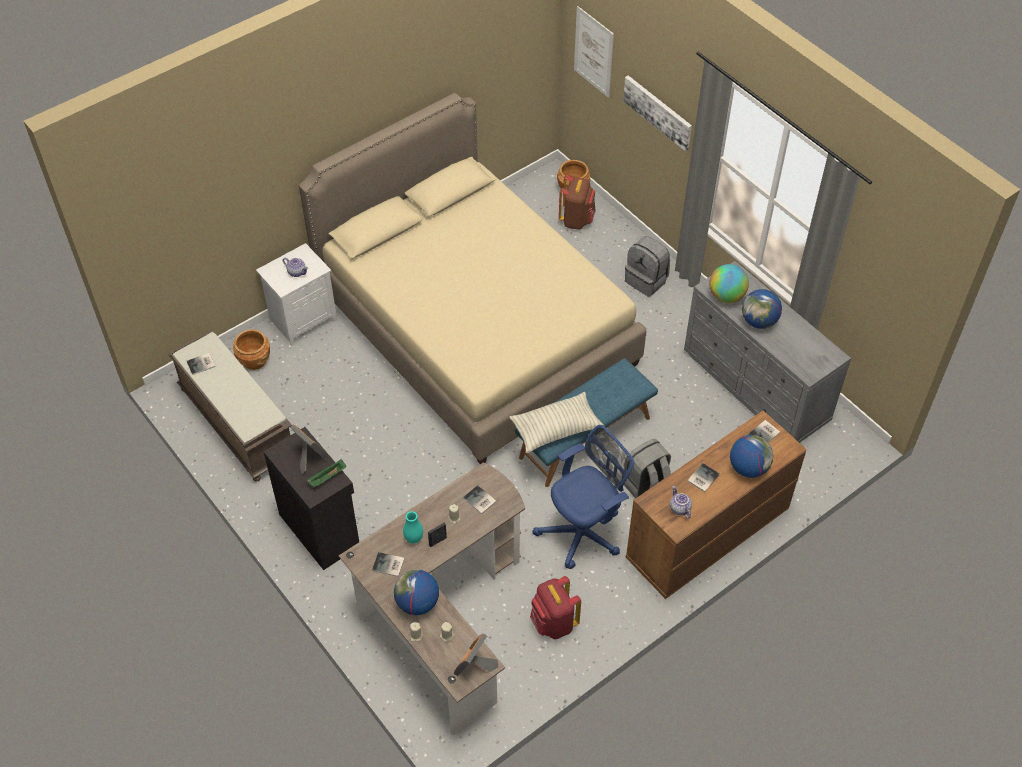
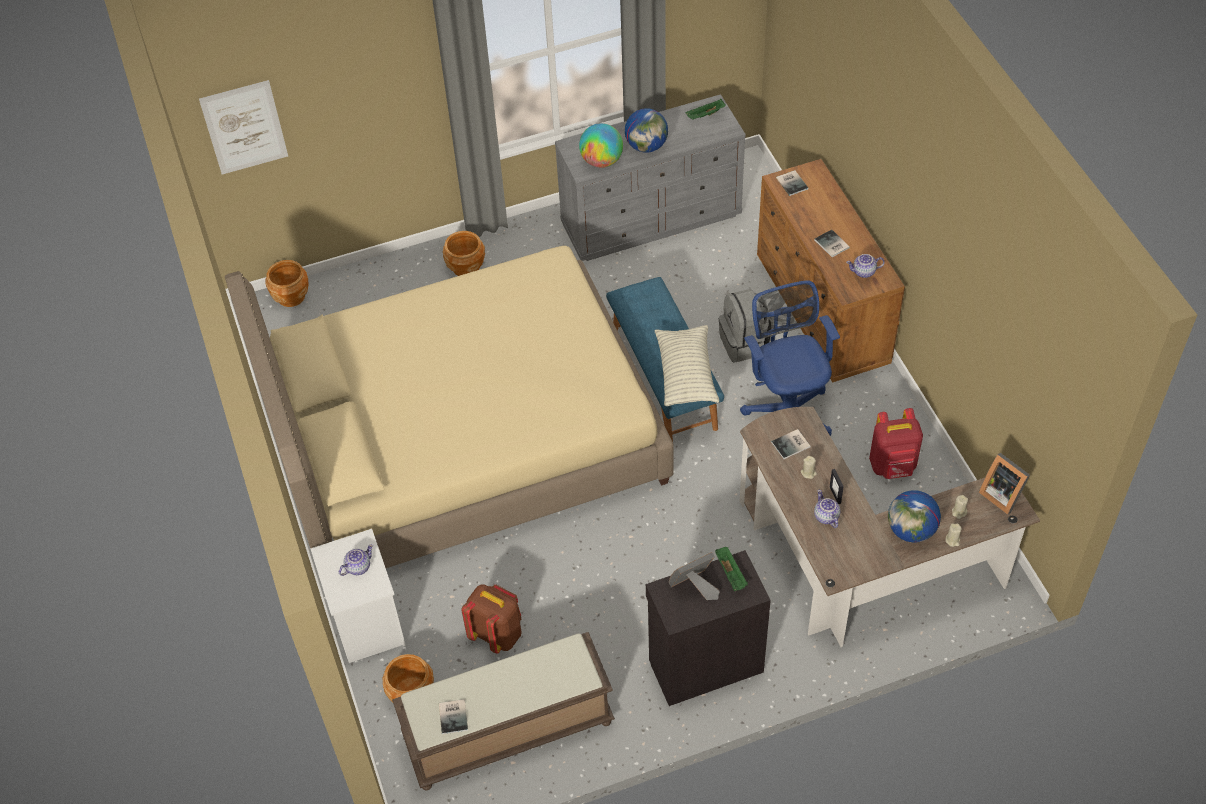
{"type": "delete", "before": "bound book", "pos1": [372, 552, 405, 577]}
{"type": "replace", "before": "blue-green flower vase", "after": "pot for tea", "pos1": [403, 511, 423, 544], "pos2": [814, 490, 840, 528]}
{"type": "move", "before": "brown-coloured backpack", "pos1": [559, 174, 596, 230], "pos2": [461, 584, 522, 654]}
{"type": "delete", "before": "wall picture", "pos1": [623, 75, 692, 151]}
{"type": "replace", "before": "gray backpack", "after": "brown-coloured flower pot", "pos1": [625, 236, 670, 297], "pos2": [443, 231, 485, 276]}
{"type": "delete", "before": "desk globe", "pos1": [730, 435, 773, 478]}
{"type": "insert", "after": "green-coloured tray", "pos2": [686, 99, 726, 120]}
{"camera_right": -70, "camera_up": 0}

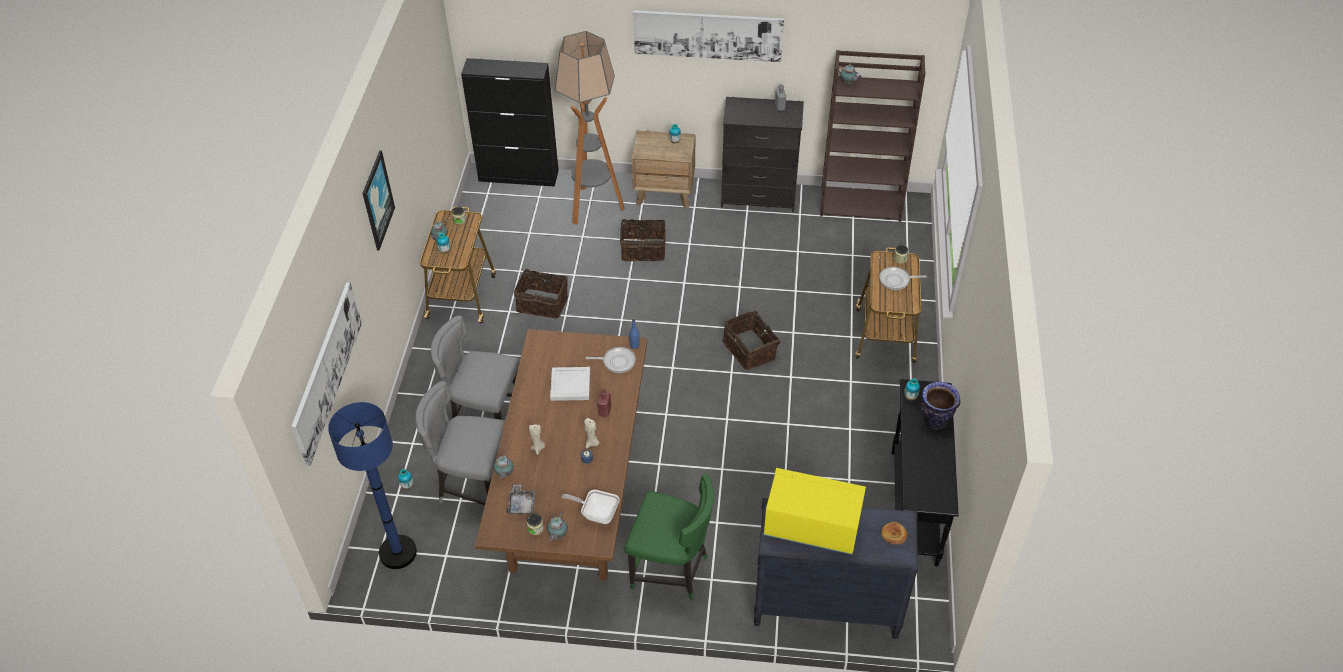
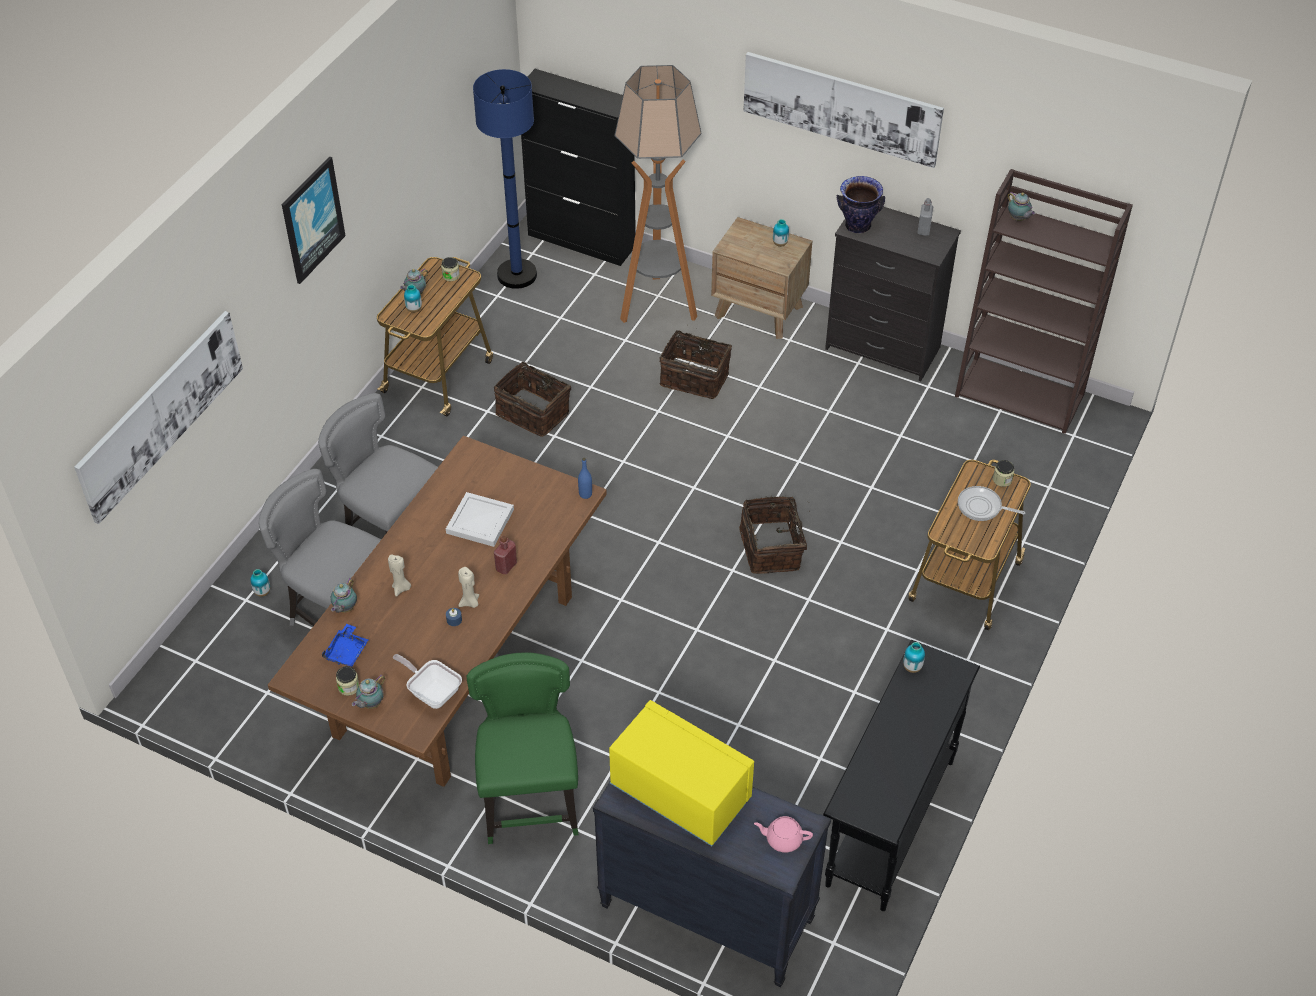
{"type": "move", "before": "blue standard lamp", "pos1": [328, 402, 417, 569], "pos2": [473, 69, 537, 289]}
{"type": "recolor", "before": "gray tray", "after": "blue tray", "pos1": [507, 484, 535, 515], "pos2": [322, 624, 369, 667]}
{"type": "delete", "before": "pan", "pos1": [586, 347, 636, 373]}
{"type": "rotate", "before": "green-coloured plain chair", "pos1": [624, 473, 714, 600], "pos2": [467, 652, 578, 844], "turn": -135}
{"type": "replace", "before": "bakery bread", "after": "pink-coloured pot for tea", "pos1": [881, 522, 907, 545], "pos2": [754, 816, 813, 853]}
{"type": "move", "before": "flower vase", "pos1": [919, 382, 960, 429], "pos2": [837, 176, 885, 233]}
{"camera_right": 20, "camera_up": 0}

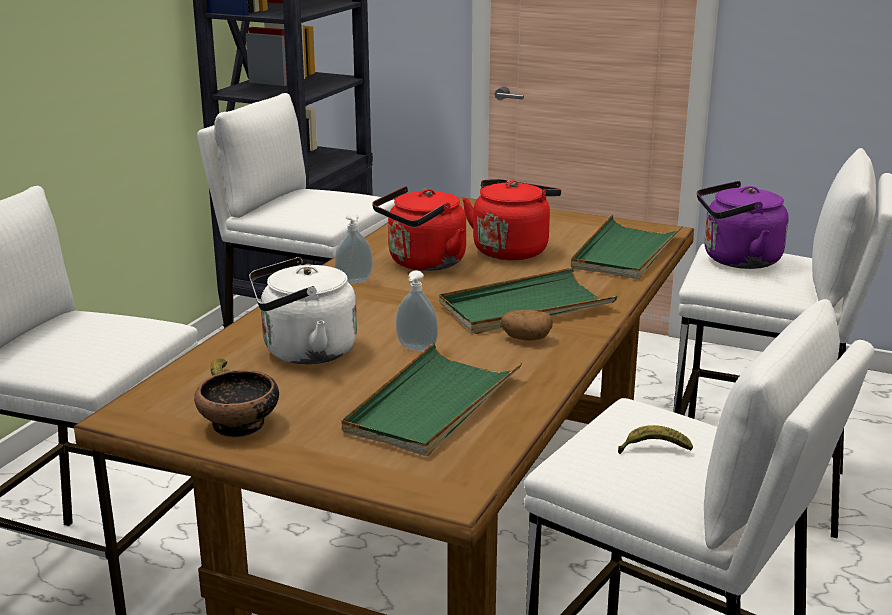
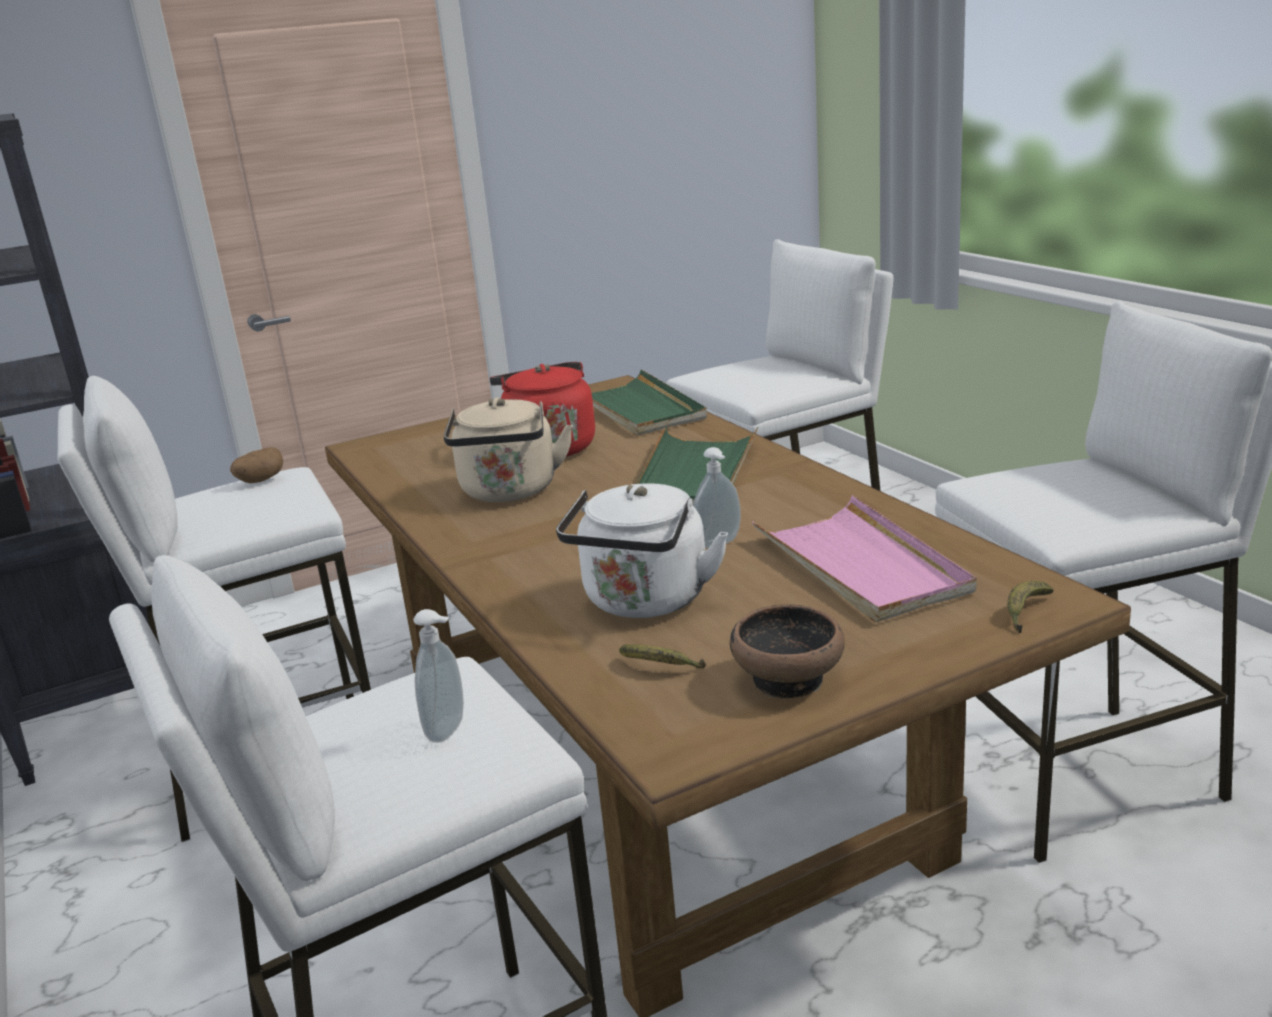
{"type": "move", "before": "soap bottle", "pos1": [334, 213, 373, 284], "pos2": [413, 609, 464, 743]}
{"type": "recolor", "before": "green-coloured tray", "after": "pink-coloured tray", "pos1": [342, 343, 522, 456], "pos2": [752, 496, 977, 622]}
{"type": "recolor", "before": "red-coloured water kettle", "after": "beige water kettle", "pos1": [372, 186, 466, 271], "pos2": [444, 397, 573, 502]}
{"type": "move", "before": "spud", "pos1": [501, 310, 553, 341], "pos2": [230, 447, 283, 483]}
{"type": "move", "before": "whole banana", "pos1": [618, 425, 693, 454], "pos2": [1007, 581, 1054, 634]}
{"type": "delete", "before": "purplish water kettle", "pos1": [697, 181, 789, 269]}
{"camera_right": -50, "camera_up": 0}

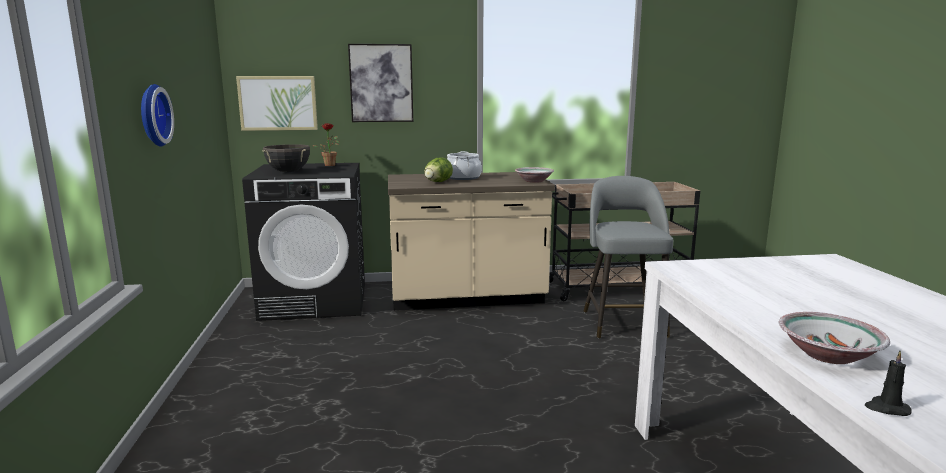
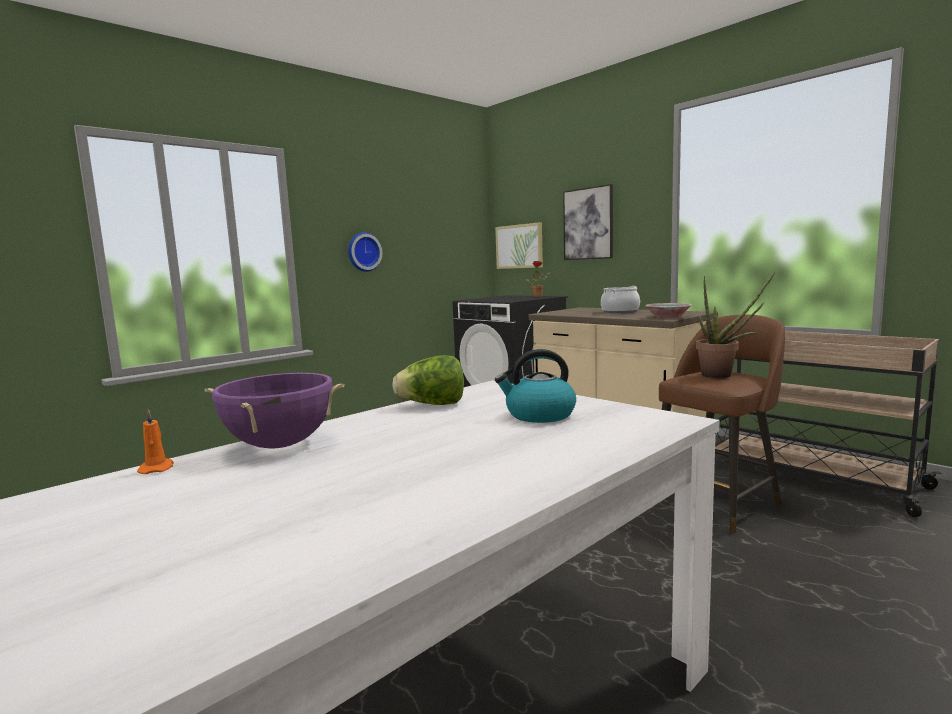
{"type": "delete", "before": "black-coloured cooking pot", "pos1": [263, 144, 310, 172]}
{"type": "move", "before": "lettuce head", "pos1": [424, 158, 453, 182], "pos2": [392, 355, 464, 405]}
{"type": "recolor", "before": "gray sitting stool", "after": "brown-coloured sitting stool", "pos1": [584, 176, 673, 338], "pos2": [659, 314, 785, 534]}
{"type": "replace", "before": "serving bowl", "after": "purplish cooking pot", "pos1": [778, 312, 890, 364], "pos2": [205, 372, 345, 448]}
{"type": "recolor", "before": "black-coloured wax light", "after": "orange wax light", "pos1": [865, 351, 912, 416], "pos2": [137, 409, 174, 474]}
{"type": "insert", "after": "water kettle", "pos2": [495, 349, 576, 423]}
{"type": "insert", "after": "plant in a pot", "pos2": [696, 271, 776, 378]}
{"camera_right": 55, "camera_up": -5}

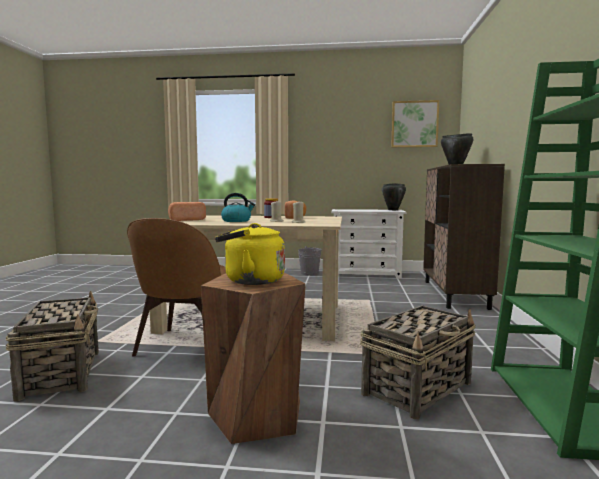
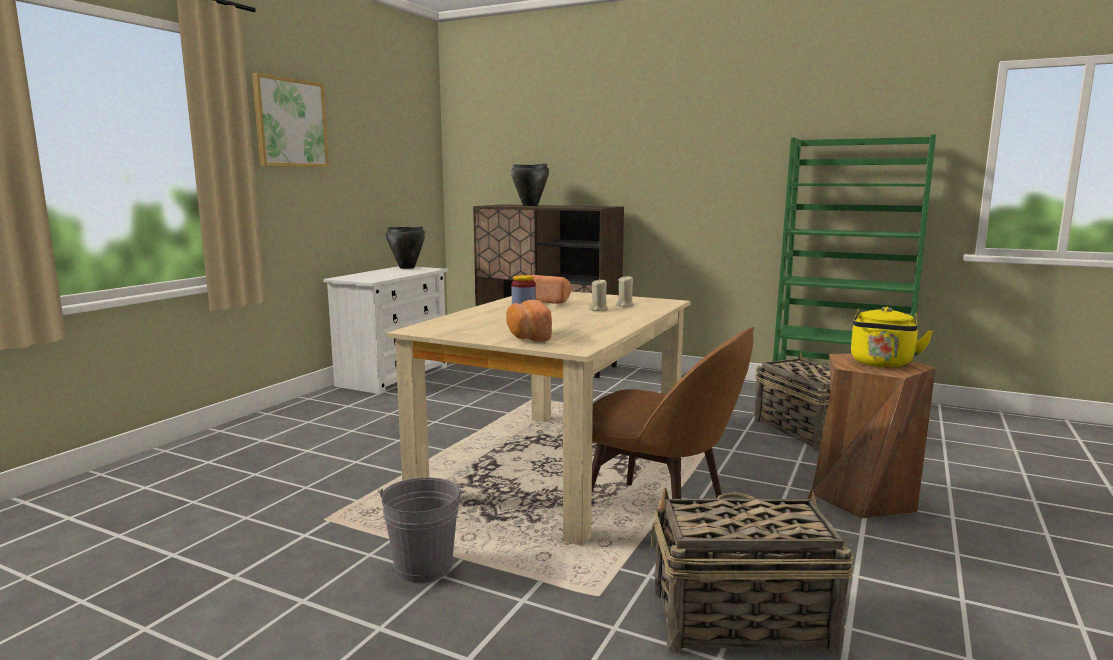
{"type": "delete", "before": "water kettle", "pos1": [221, 193, 255, 222]}
{"type": "move", "before": "gray pail", "pos1": [298, 246, 322, 276], "pos2": [378, 477, 465, 583]}
{"type": "move", "before": "wall picture", "pos1": [391, 100, 439, 147], "pos2": [252, 73, 329, 167]}
{"camera_right": -70, "camera_up": 5}

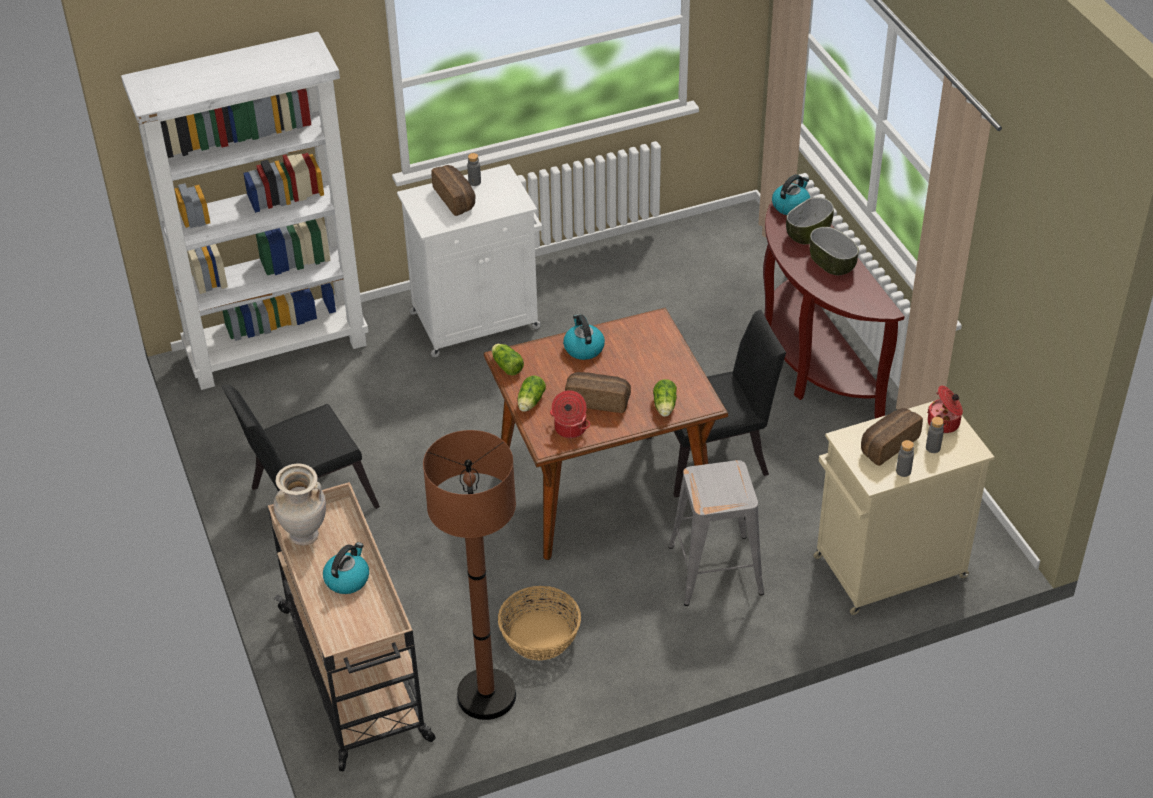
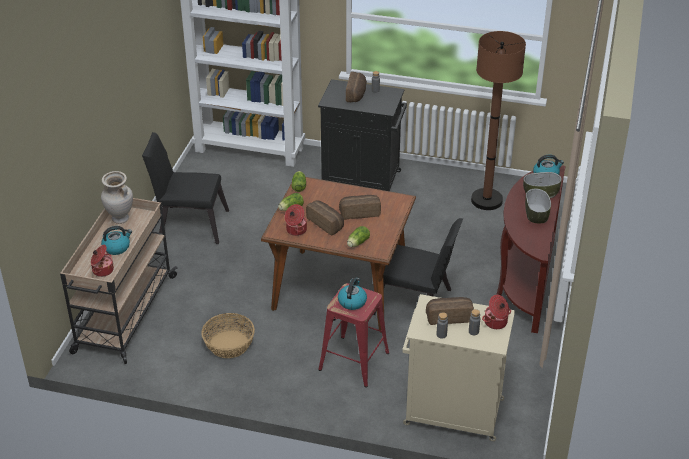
{"type": "recolor", "before": "white cupboard", "after": "black-coloured cupboard", "pos1": [397, 164, 542, 357], "pos2": [318, 79, 407, 191]}
{"type": "move", "before": "brown-coloured standard lamp", "pos1": [423, 430, 516, 720], "pos2": [471, 31, 526, 210]}
{"type": "move", "before": "water kettle", "pos1": [563, 314, 605, 360], "pos2": [338, 278, 367, 310]}
{"type": "recolor", "before": "gray sitting stool", "after": "red-coloured sitting stool", "pos1": [669, 460, 764, 606], "pos2": [318, 283, 389, 387]}
{"type": "insert", "after": "cooking pot", "pos2": [91, 245, 114, 277]}
{"type": "insert", "after": "bakery bread", "pos2": [339, 195, 381, 220]}
{"camera_right": 35, "camera_up": -5}

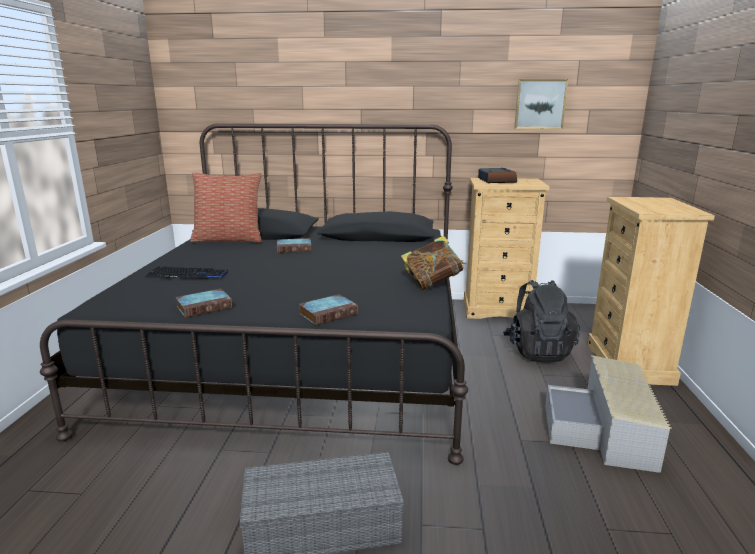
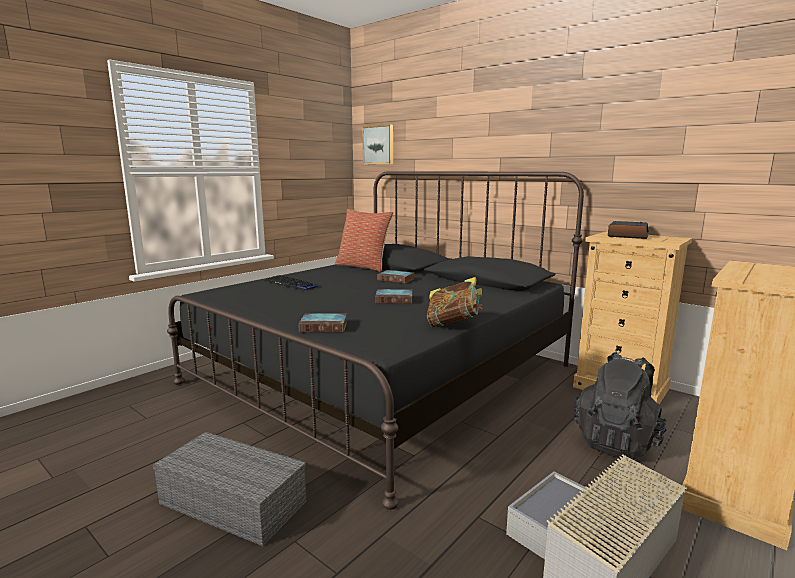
{"type": "move", "before": "bound book", "pos1": [175, 289, 233, 318], "pos2": [375, 289, 412, 304]}
{"type": "move", "before": "wall picture", "pos1": [514, 79, 568, 129], "pos2": [362, 125, 393, 164]}
{"camera_right": 35, "camera_up": -5}

